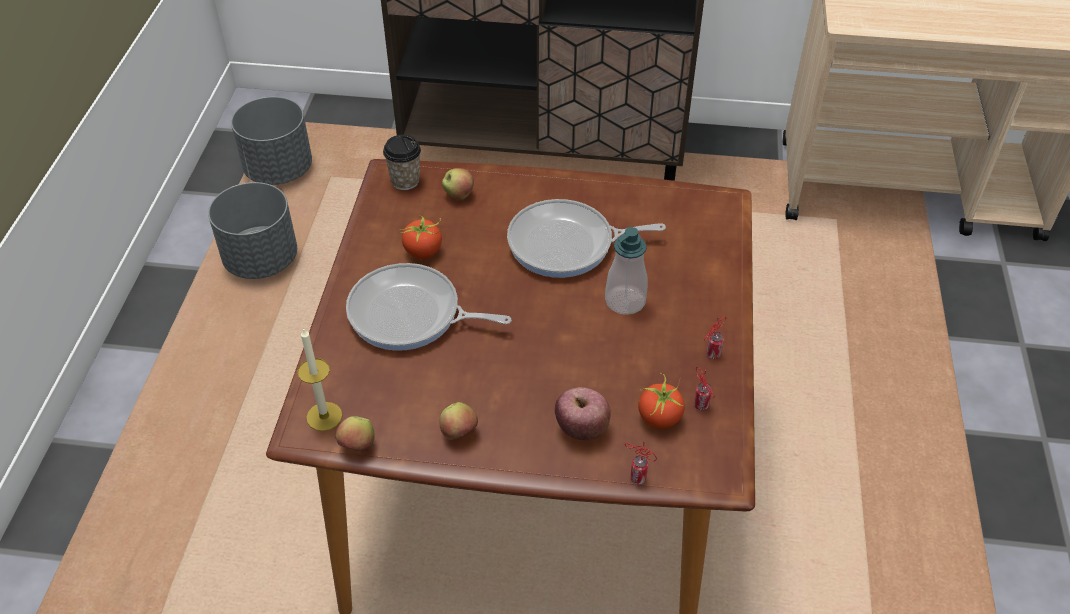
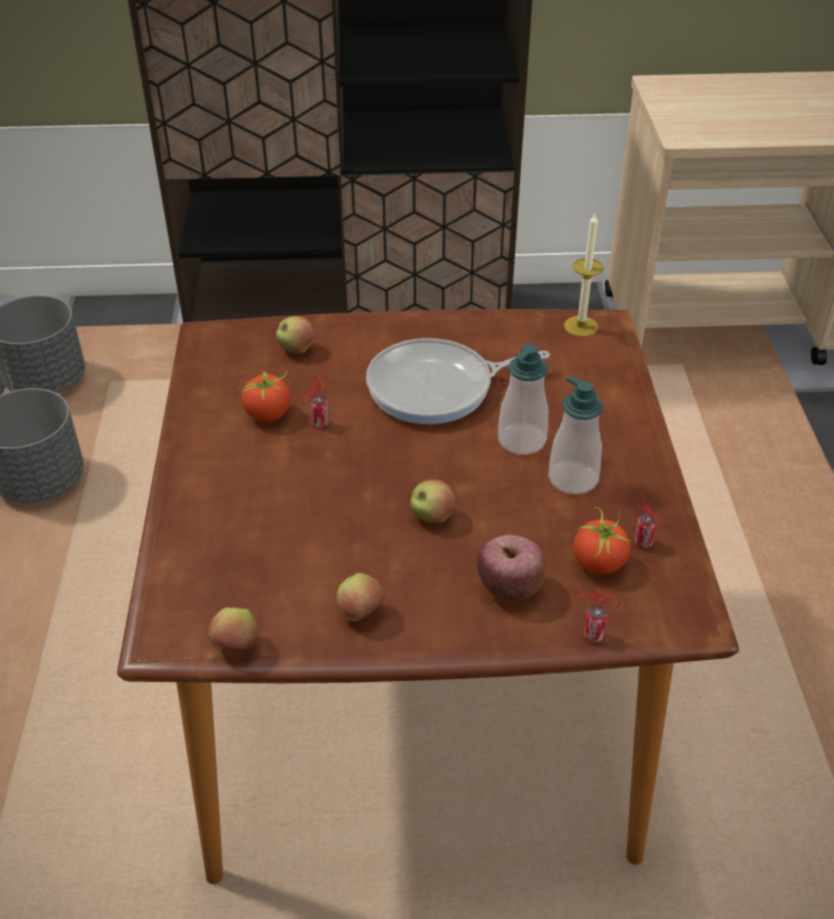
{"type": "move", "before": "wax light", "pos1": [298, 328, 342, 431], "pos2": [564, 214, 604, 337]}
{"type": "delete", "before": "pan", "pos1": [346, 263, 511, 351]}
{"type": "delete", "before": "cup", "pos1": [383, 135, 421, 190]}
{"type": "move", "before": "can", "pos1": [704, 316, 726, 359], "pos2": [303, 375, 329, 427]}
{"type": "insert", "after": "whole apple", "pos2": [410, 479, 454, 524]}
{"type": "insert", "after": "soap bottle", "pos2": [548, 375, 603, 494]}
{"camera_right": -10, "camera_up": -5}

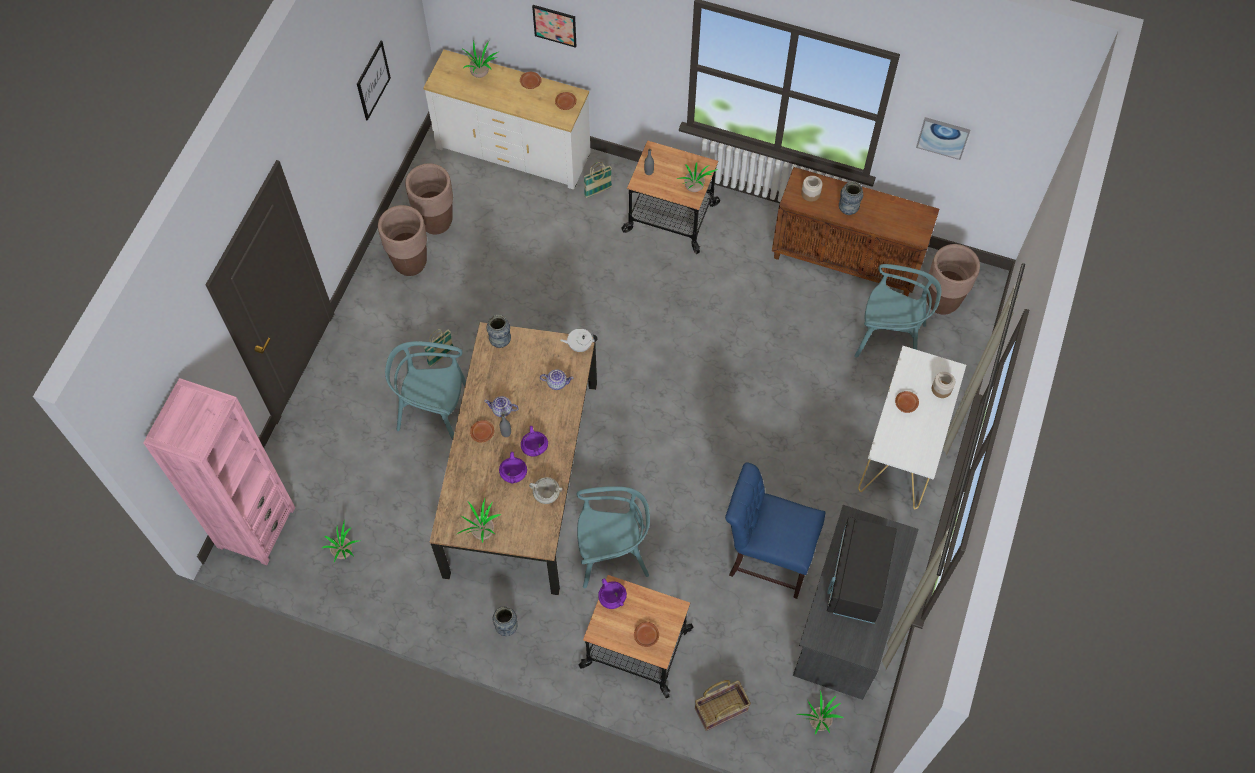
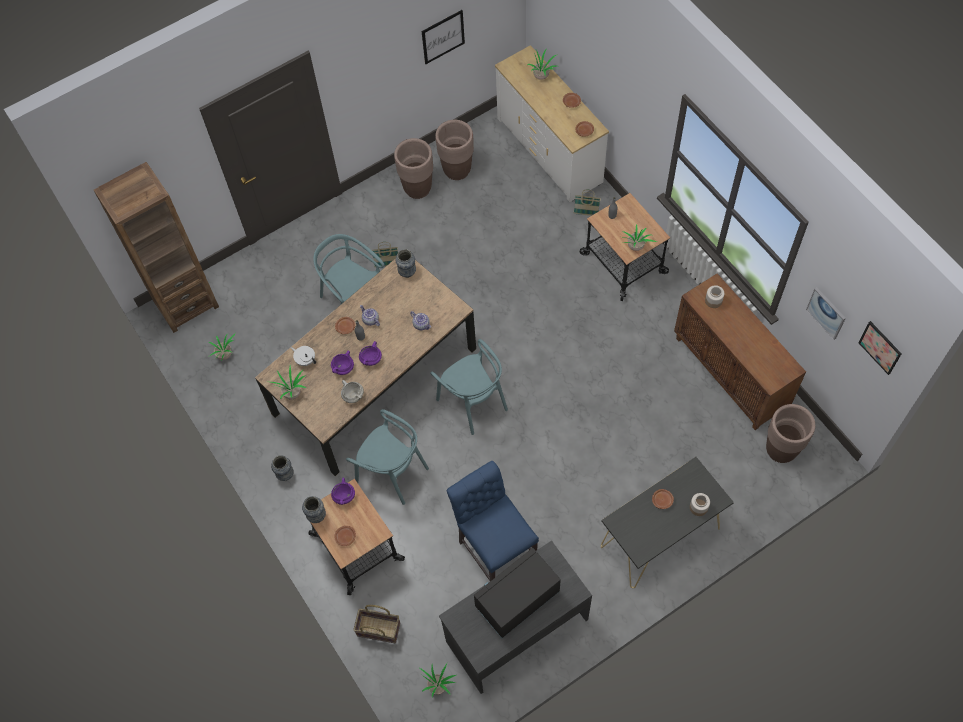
{"type": "recolor", "before": "pink-coloured bookshelf", "after": "brown-coloured bookshelf", "pos1": [143, 378, 295, 565], "pos2": [94, 162, 219, 333]}
{"type": "move", "before": "wall picture", "pos1": [532, 5, 576, 48], "pos2": [859, 321, 902, 375]}
{"type": "move", "before": "white pot for tea", "pos1": [560, 329, 597, 352], "pos2": [291, 346, 316, 366]}
{"type": "move", "before": "flower vase", "pos1": [839, 181, 863, 215], "pos2": [302, 496, 326, 523]}
{"type": "move", "before": "blue-green plain chair", "pos1": [854, 264, 941, 358], "pos2": [430, 339, 508, 435]}
{"type": "recolor", "before": "white console table", "after": "black-coloured console table", "pos1": [858, 346, 966, 509], "pos2": [601, 457, 734, 588]}
{"camera_right": 40, "camera_up": 0}

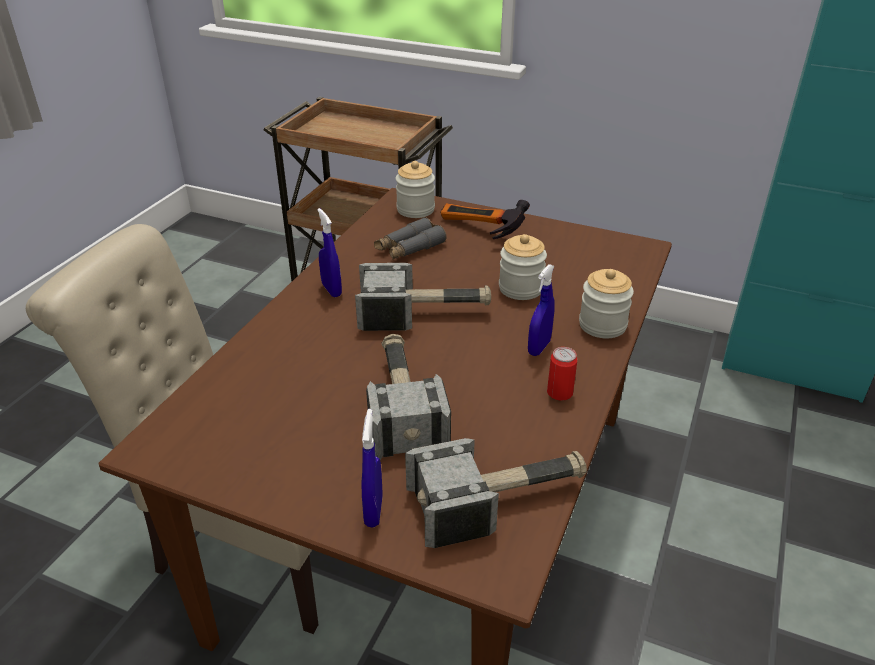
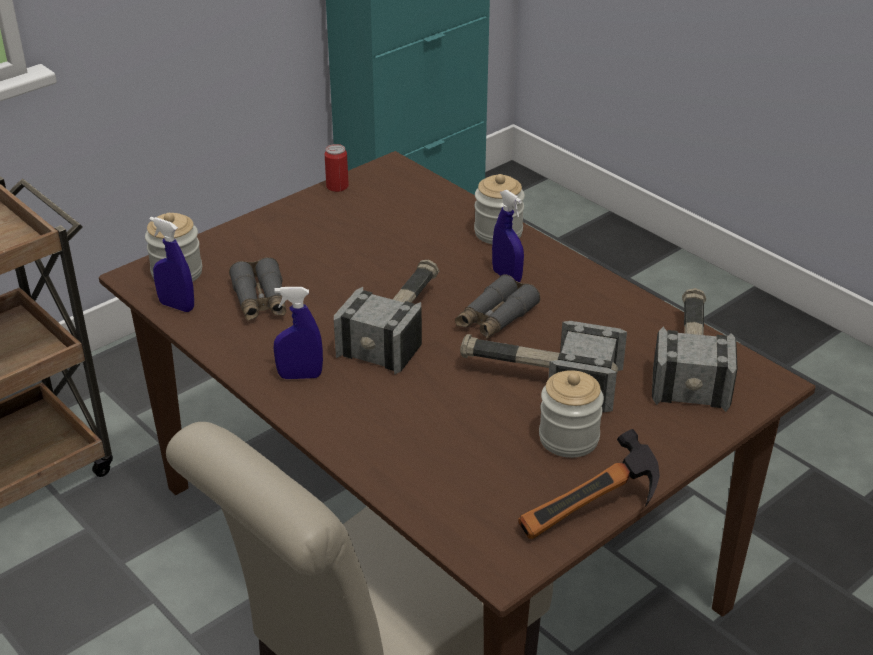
{"type": "move", "before": "blue sprayer", "pos1": [361, 409, 383, 528], "pos2": [149, 217, 194, 312]}
{"type": "move", "before": "hand hammer", "pos1": [440, 200, 530, 239], "pos2": [518, 429, 660, 539]}
{"type": "move", "before": "preserve jar", "pos1": [499, 234, 547, 300], "pos2": [539, 370, 604, 458]}
{"type": "move", "before": "can", "pos1": [547, 347, 578, 401], "pos2": [324, 144, 349, 192]}
{"type": "insert", "after": "gray binoculars", "pos2": [455, 274, 540, 339]}
{"camera_right": -65, "camera_up": 0}

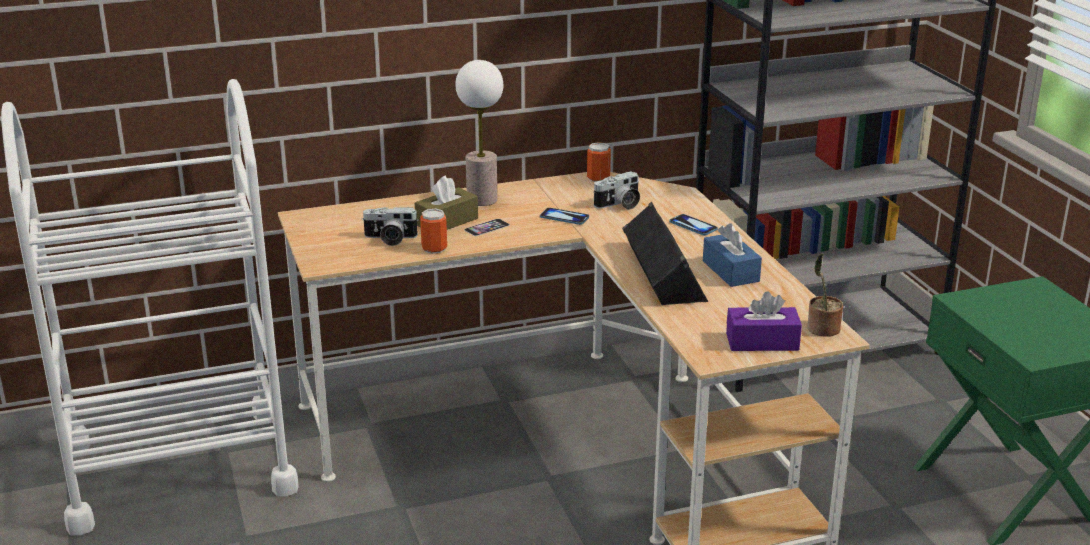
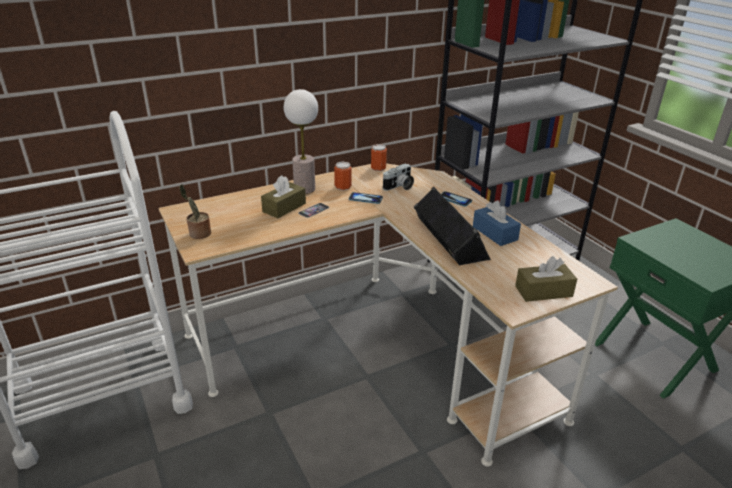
{"type": "delete", "before": "photo camera", "pos1": [362, 207, 419, 246]}
{"type": "move", "before": "can", "pos1": [420, 209, 447, 254], "pos2": [334, 162, 352, 191]}
{"type": "recolor", "before": "purplish box of tissues", "after": "brown-coloured box of tissues", "pos1": [726, 291, 802, 351], "pos2": [515, 256, 577, 302]}
{"type": "move", "before": "plant in a pot", "pos1": [807, 253, 843, 337], "pos2": [180, 184, 211, 239]}
{"camera_right": -10, "camera_up": 5}

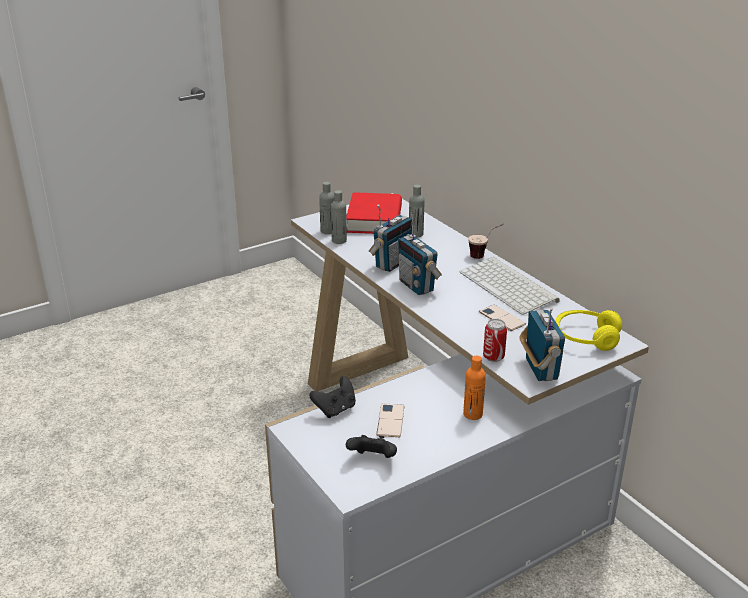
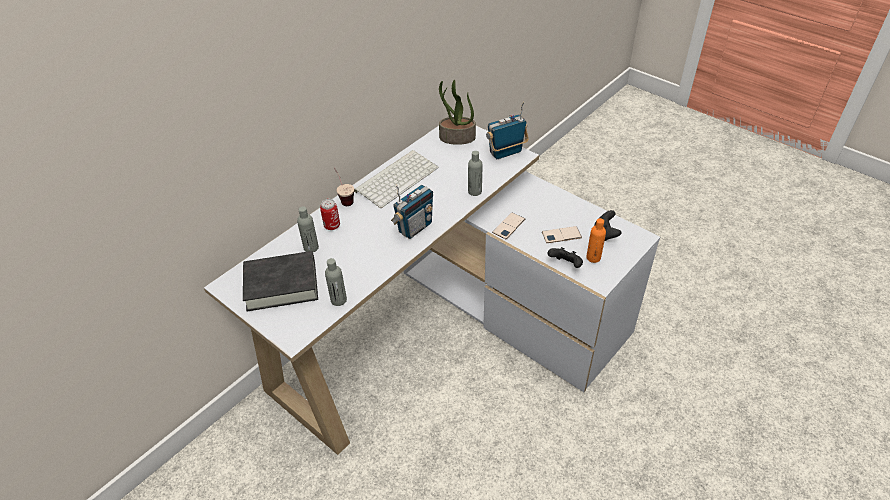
{"type": "move", "before": "gray drink bottle", "pos1": [319, 182, 334, 234], "pos2": [468, 151, 482, 196]}
{"type": "recolor", "before": "red-coloured bound book", "after": "black-coloured bound book", "pos1": [346, 192, 402, 234], "pos2": [243, 251, 318, 311]}
{"type": "delete", "before": "radio", "pos1": [369, 204, 412, 272]}
{"type": "move", "before": "orange drink bottle", "pos1": [463, 356, 486, 420], "pos2": [586, 218, 606, 263]}
{"type": "move", "before": "handset", "pos1": [479, 305, 526, 331], "pos2": [492, 213, 525, 239]}
{"type": "move", "before": "can", "pos1": [483, 319, 507, 362], "pos2": [320, 199, 340, 230]}
{"type": "replace", "before": "yellowish pair of headphones", "after": "plant in a pot", "pos1": [555, 310, 622, 351], "pos2": [439, 80, 476, 145]}
{"camera_right": -105, "camera_up": 15}

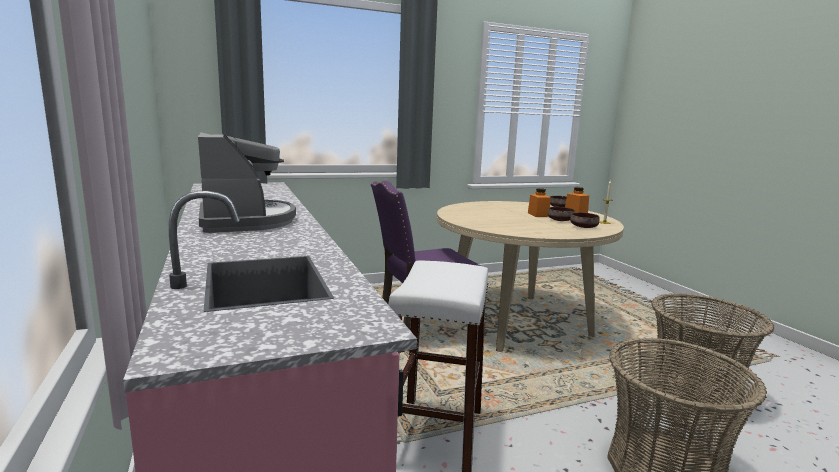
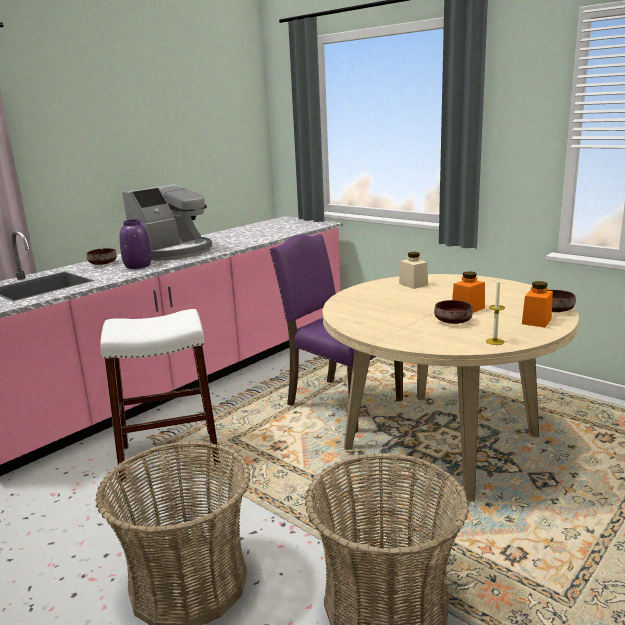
{"type": "move", "before": "brown-coloured serving bowl", "pos1": [570, 212, 599, 228], "pos2": [86, 248, 117, 265]}
{"type": "insert", "after": "purplish flower vase", "pos2": [120, 219, 152, 269]}
{"type": "insert", "after": "beige preserve jar", "pos2": [399, 252, 428, 289]}
{"camera_right": 65, "camera_up": 5}

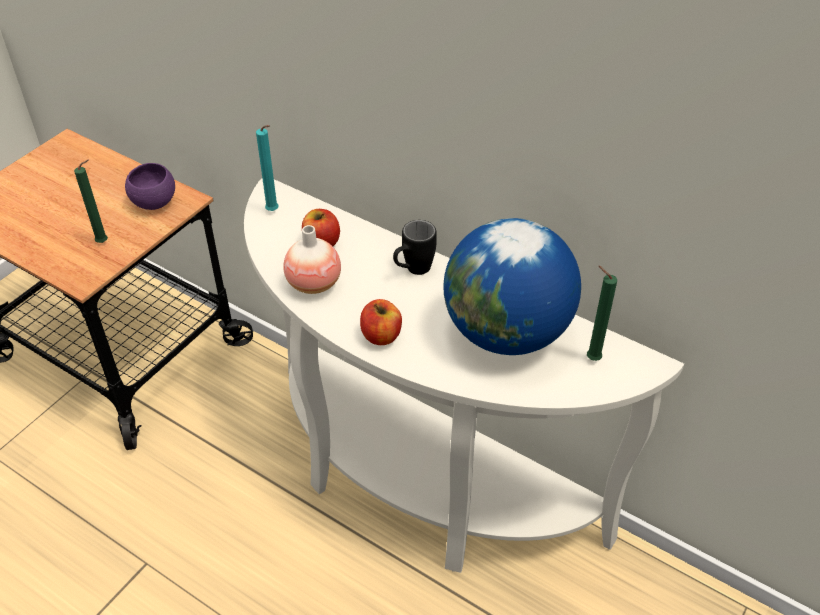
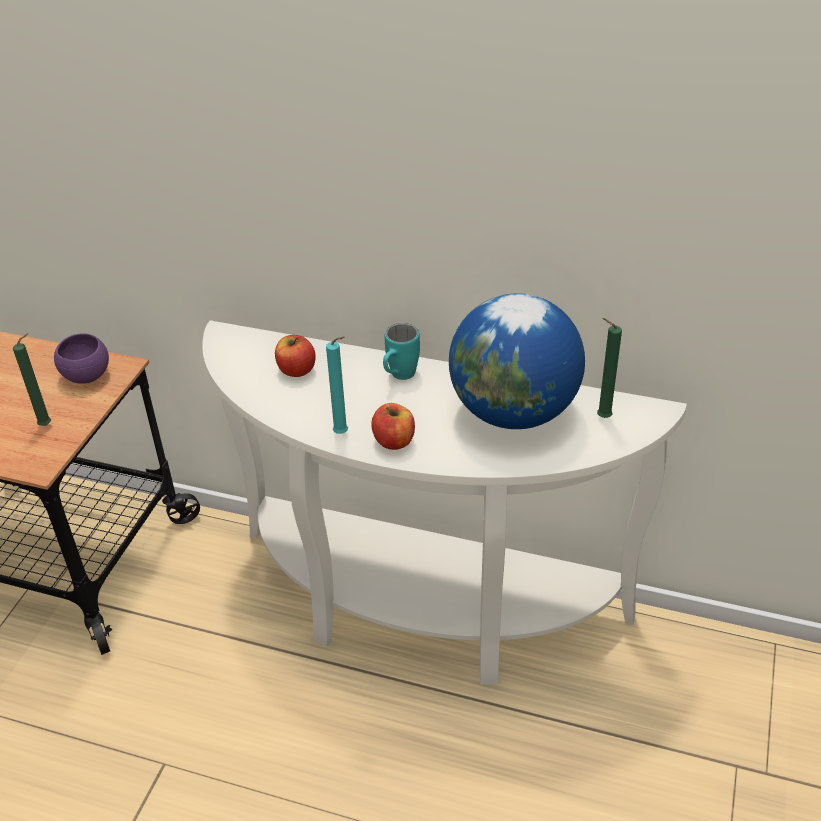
{"type": "move", "before": "blue-green wax light", "pos1": [256, 125, 278, 211], "pos2": [326, 336, 348, 434]}
{"type": "delete", "before": "flower vase", "pos1": [283, 225, 341, 294]}
{"type": "recolor", "before": "black-coloured coffee mug", "after": "blue-green coffee mug", "pos1": [393, 220, 437, 275], "pos2": [383, 323, 420, 380]}
{"camera_right": -15, "camera_up": -5}

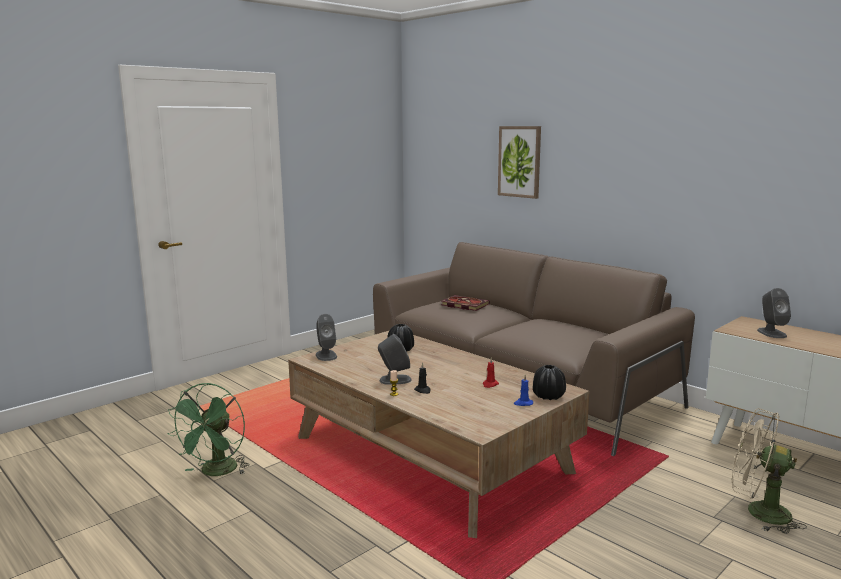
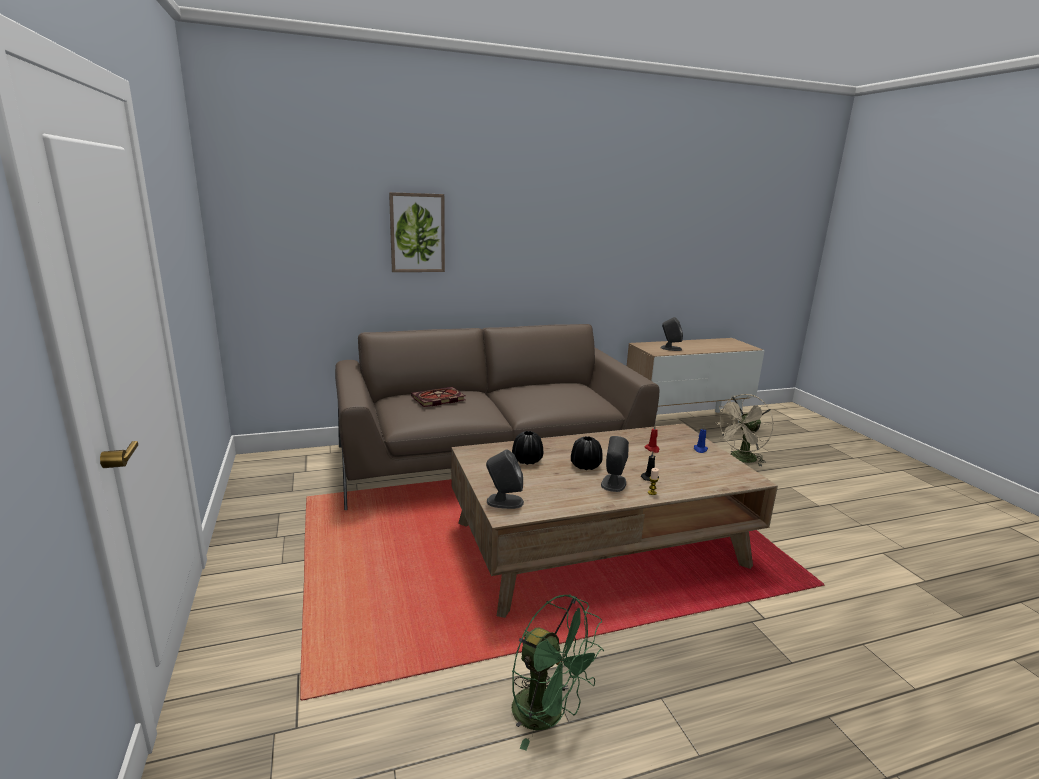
{"type": "move", "before": "black-coloured flower vase", "pos1": [533, 365, 566, 400], "pos2": [571, 436, 603, 470]}
{"camera_right": -65, "camera_up": 5}

